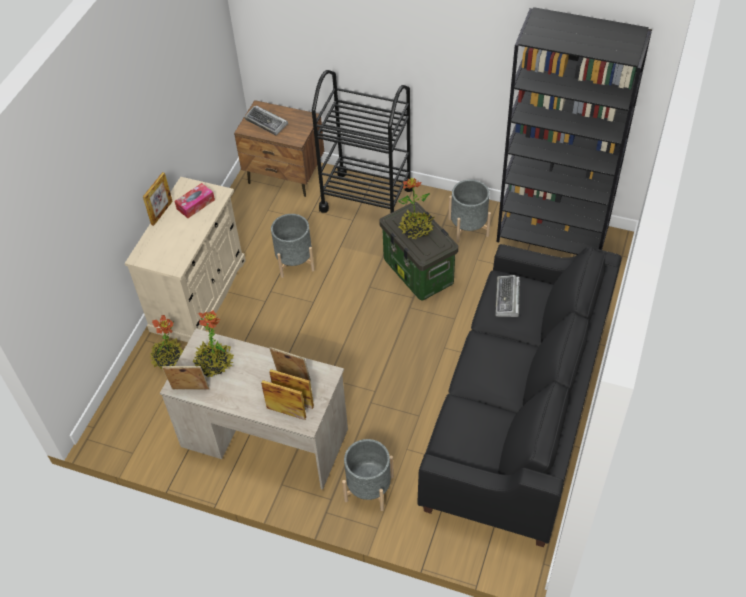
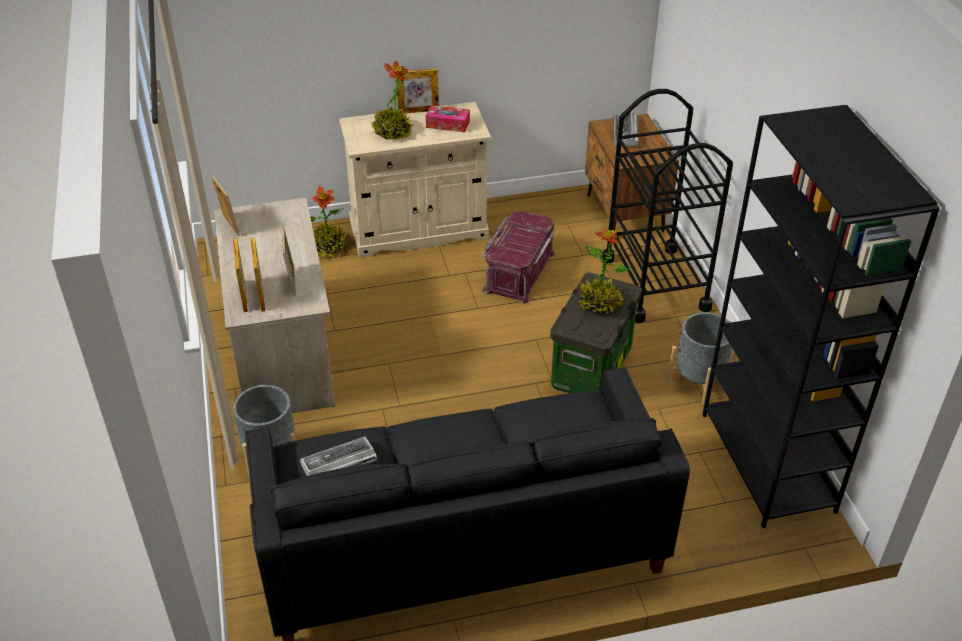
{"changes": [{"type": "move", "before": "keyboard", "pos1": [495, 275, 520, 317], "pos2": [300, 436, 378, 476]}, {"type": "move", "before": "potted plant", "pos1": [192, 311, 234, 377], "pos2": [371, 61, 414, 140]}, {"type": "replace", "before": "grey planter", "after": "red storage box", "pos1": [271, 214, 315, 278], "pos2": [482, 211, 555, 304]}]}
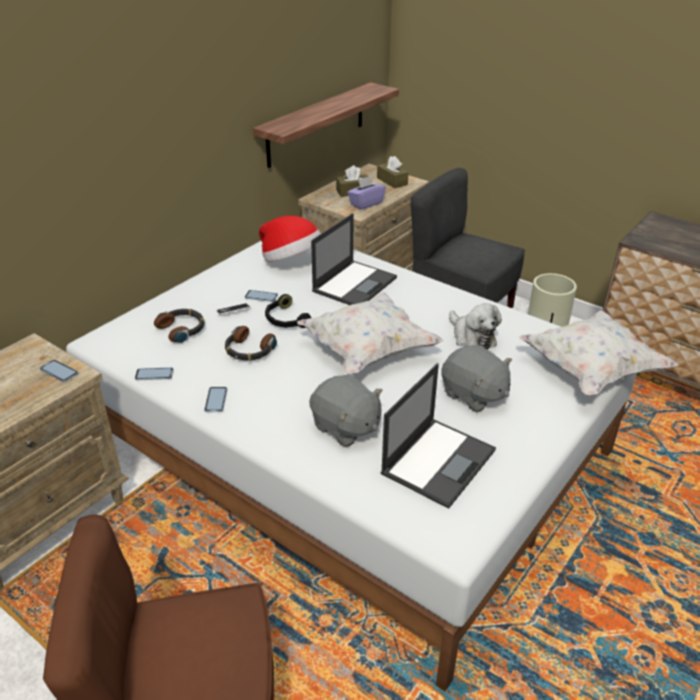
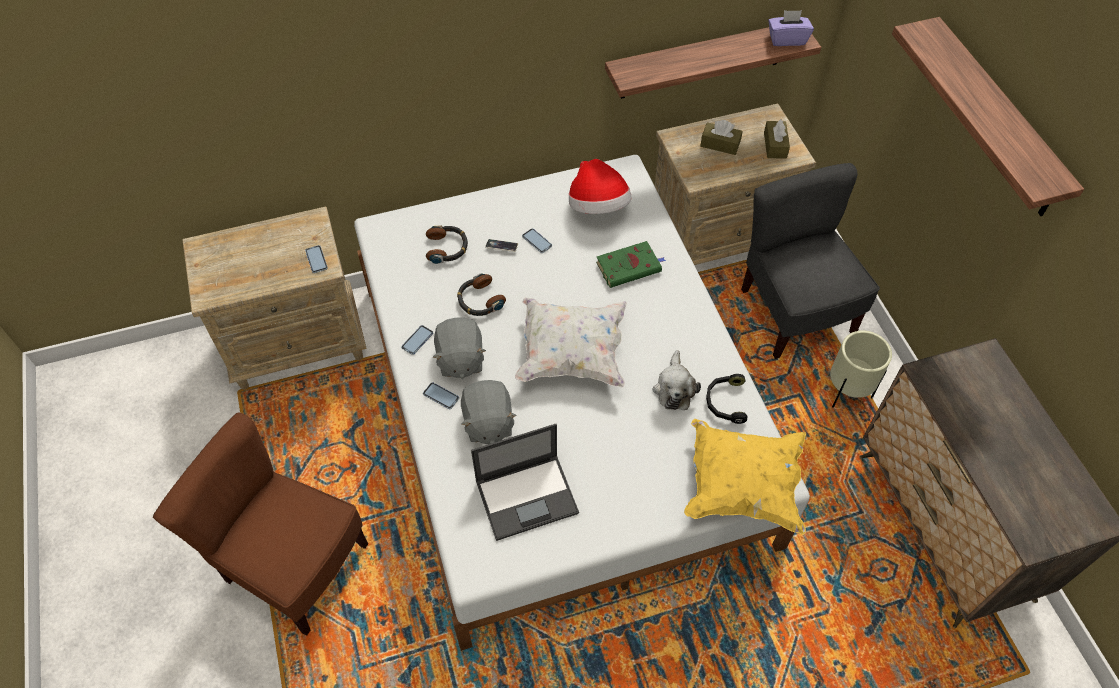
{"changes": [{"type": "move", "before": "phone", "pos1": [135, 367, 173, 380], "pos2": [423, 382, 459, 409]}, {"type": "move", "before": "grey plush toy", "pos1": [441, 345, 512, 412], "pos2": [433, 317, 486, 379]}, {"type": "replace", "before": "laptop", "after": "green book", "pos1": [311, 213, 397, 305], "pos2": [596, 241, 666, 288]}, {"type": "recolor", "before": "white pillow", "after": "yellow pillow", "pos1": [519, 310, 679, 395], "pos2": [684, 419, 806, 535]}, {"type": "move", "before": "black headphones", "pos1": [265, 294, 311, 328], "pos2": [706, 374, 747, 424]}, {"type": "move", "before": "purple tissue box", "pos1": [347, 176, 386, 210], "pos2": [768, 10, 814, 46]}, {"type": "insert", "after": "shelf", "pos2": [892, 17, 1084, 216]}]}
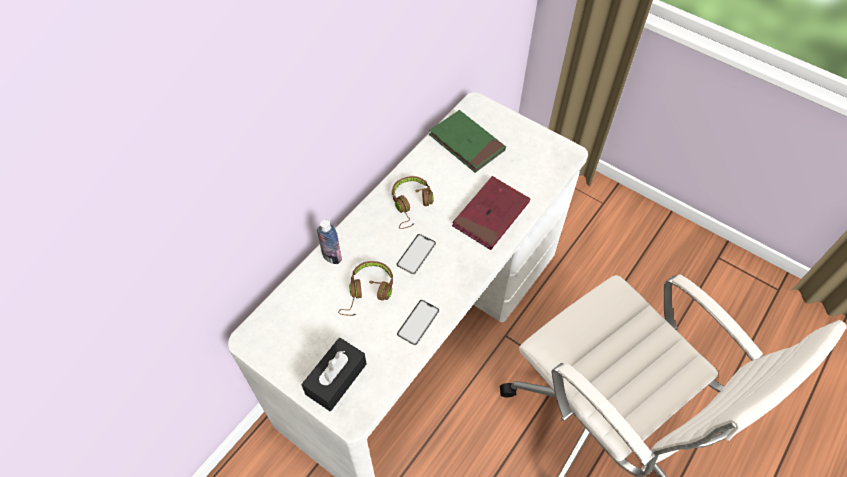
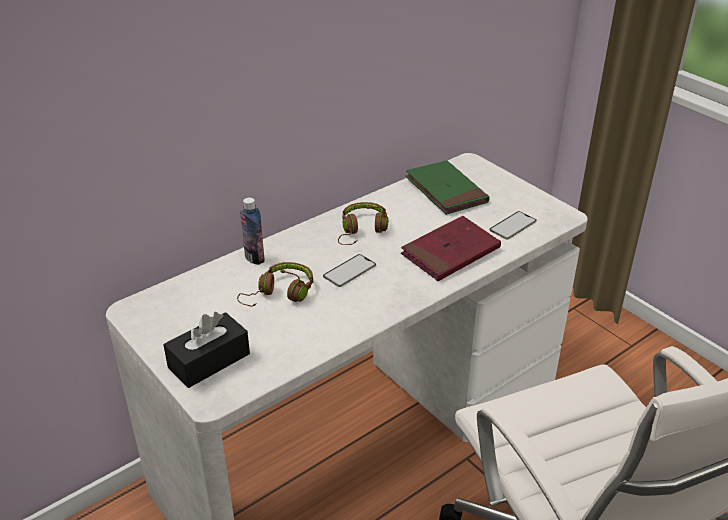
{"changes": [{"type": "move", "before": "phone", "pos1": [397, 300, 439, 345], "pos2": [490, 211, 537, 240]}]}
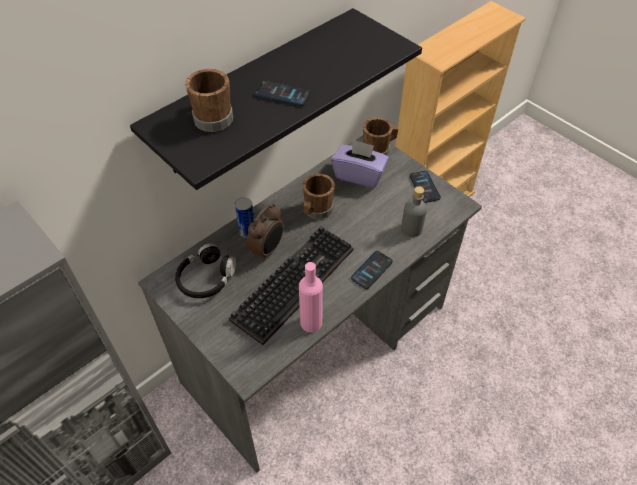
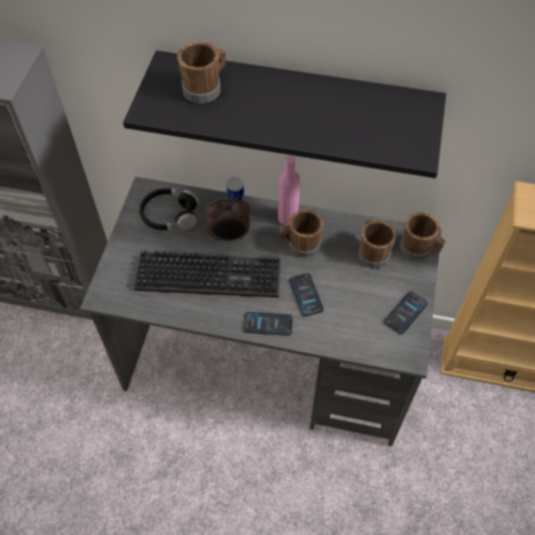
{"changes": [{"type": "move", "before": "pink bottle", "pos1": [299, 262, 323, 333], "pos2": [278, 156, 300, 226]}, {"type": "move", "before": "phone", "pos1": [254, 80, 311, 106], "pos2": [289, 273, 324, 317]}, {"type": "replace", "before": "purple tissue box", "after": "brown mug", "pos1": [331, 139, 389, 188], "pos2": [358, 219, 396, 269]}, {"type": "delete", "before": "grey bottle", "pos1": [401, 186, 427, 237]}]}
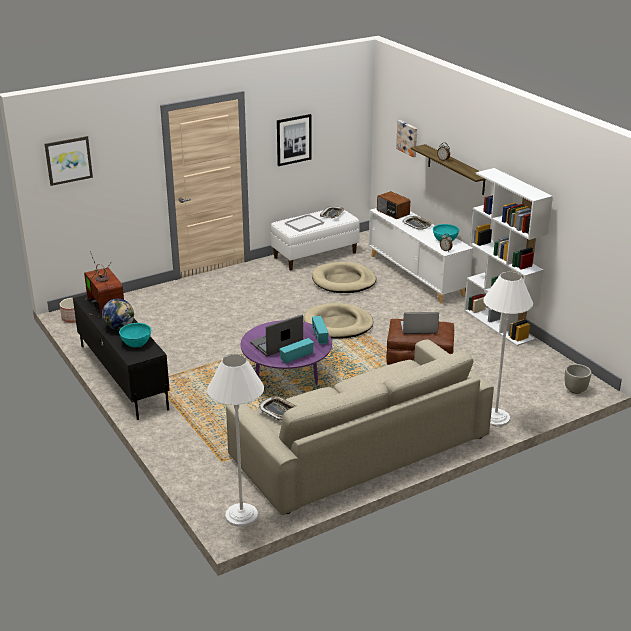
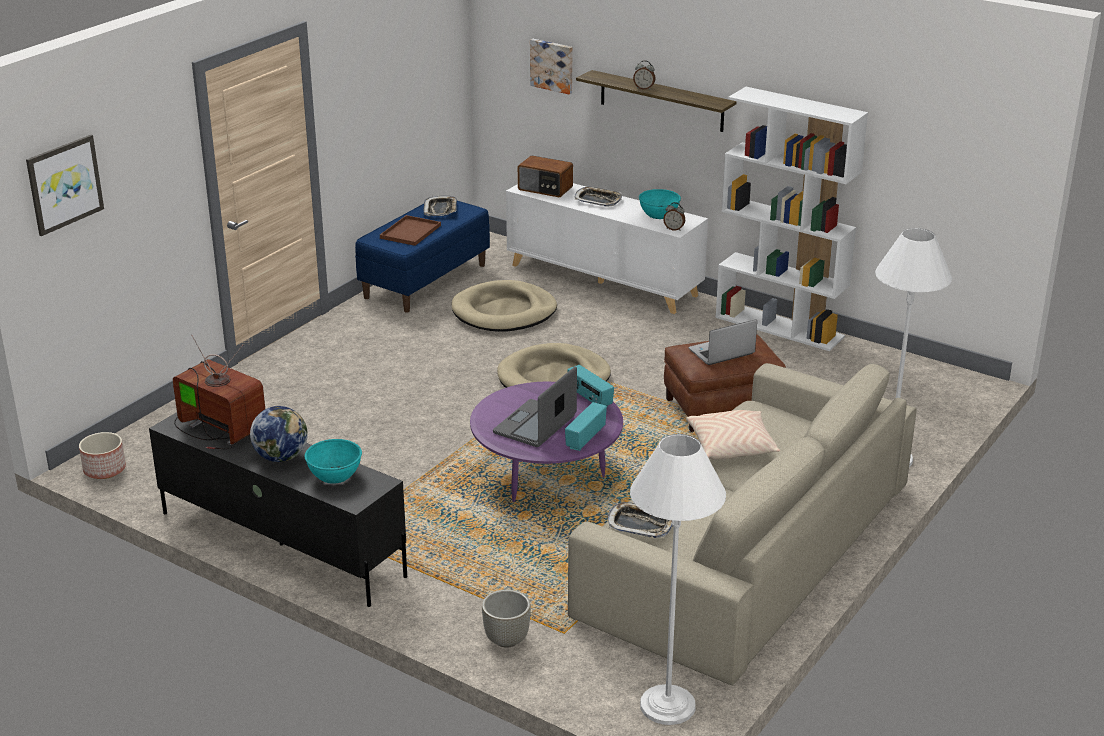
{"changes": [{"type": "recolor", "before": "white bench", "after": "blue bench", "pos1": [271, 210, 360, 270], "pos2": [355, 201, 490, 313]}, {"type": "recolor", "before": "white tray", "after": "brown tray", "pos1": [285, 214, 324, 232], "pos2": [380, 215, 441, 246]}, {"type": "move", "before": "grey planter", "pos1": [565, 364, 592, 394], "pos2": [482, 590, 531, 648]}, {"type": "insert", "after": "beige pillow", "pos2": [686, 410, 780, 460]}, {"type": "delete", "before": "picture", "pos1": [277, 114, 312, 166]}]}
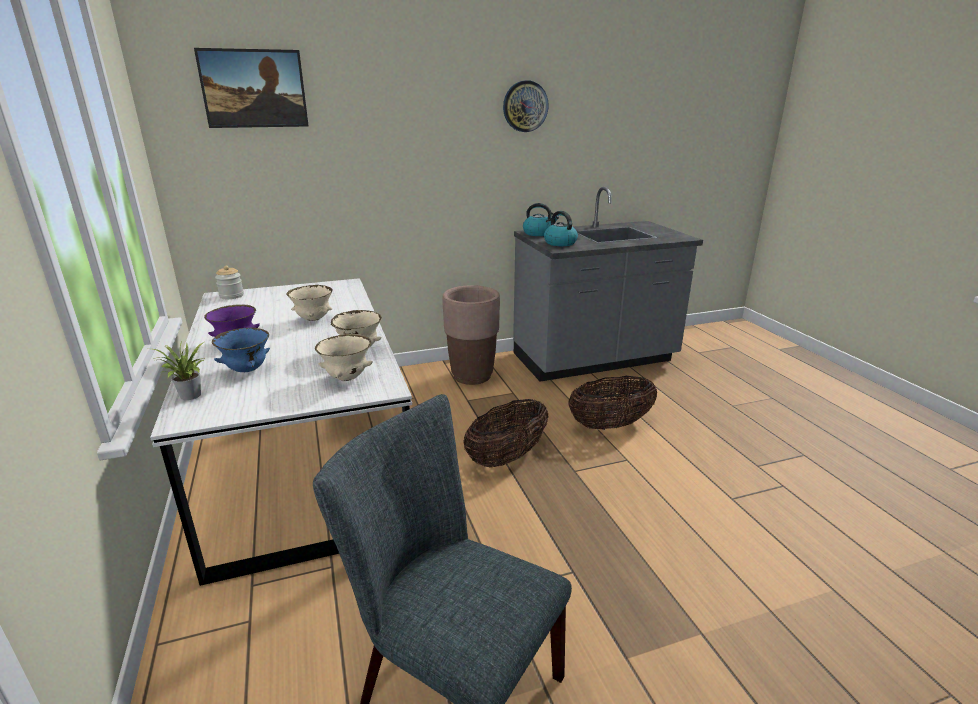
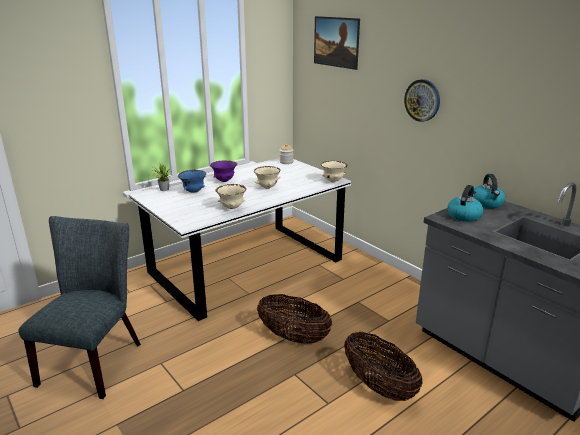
{"changes": [{"type": "move", "before": "beige bowl", "pos1": [315, 334, 373, 381], "pos2": [321, 161, 348, 182]}, {"type": "move", "before": "wall clock", "pos1": [503, 80, 549, 132], "pos2": [404, 79, 440, 122]}, {"type": "delete", "before": "brown planter", "pos1": [443, 285, 500, 385]}]}
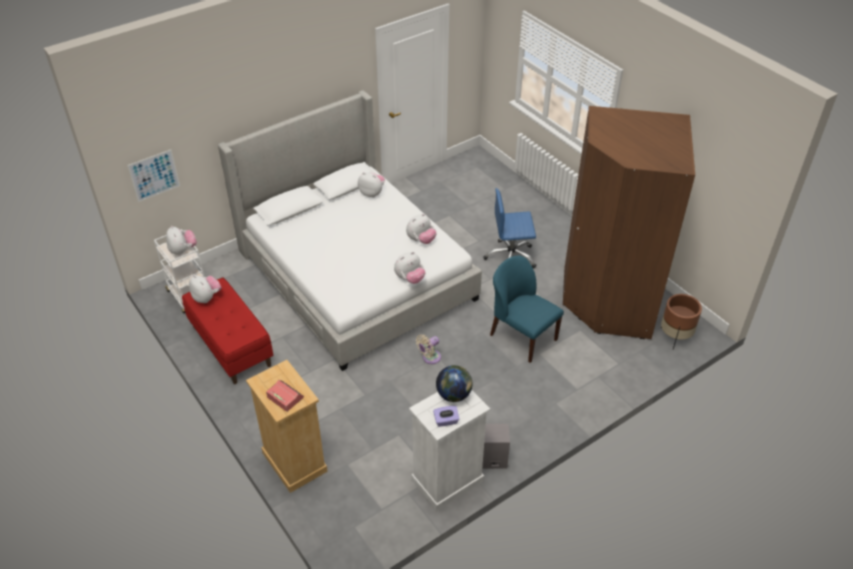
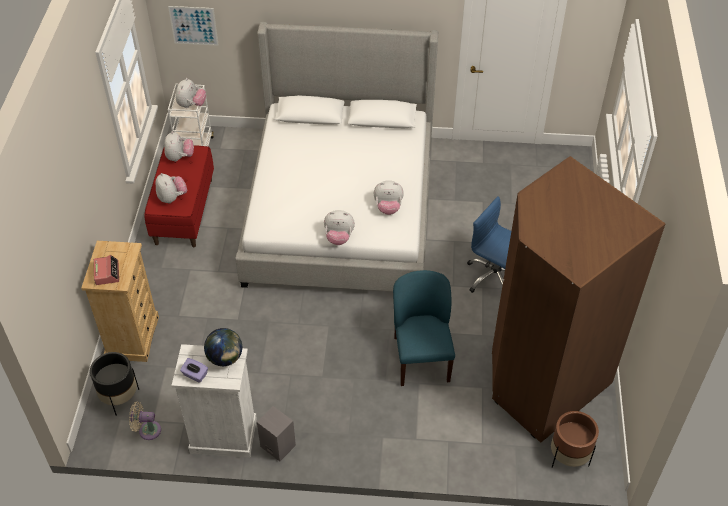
{"changes": [{"type": "insert", "after": "black planter", "pos2": [90, 352, 139, 416]}, {"type": "move", "before": "beige fan", "pos1": [416, 335, 441, 364], "pos2": [129, 402, 161, 440]}, {"type": "move", "before": "plush toy", "pos1": [358, 172, 385, 198], "pos2": [156, 173, 187, 203]}]}
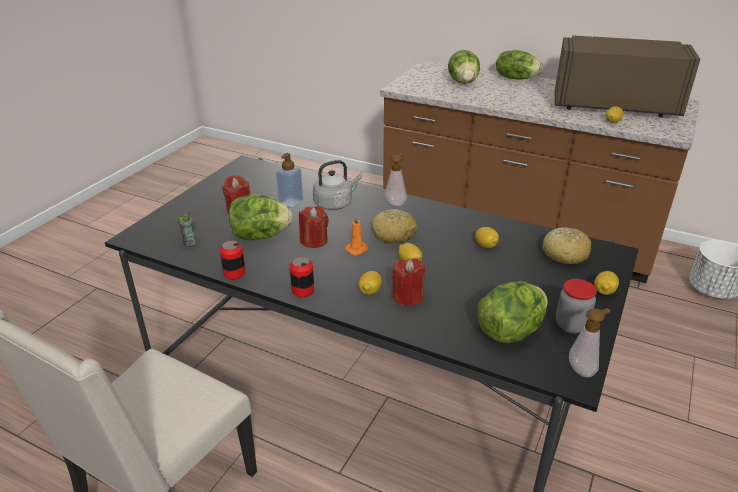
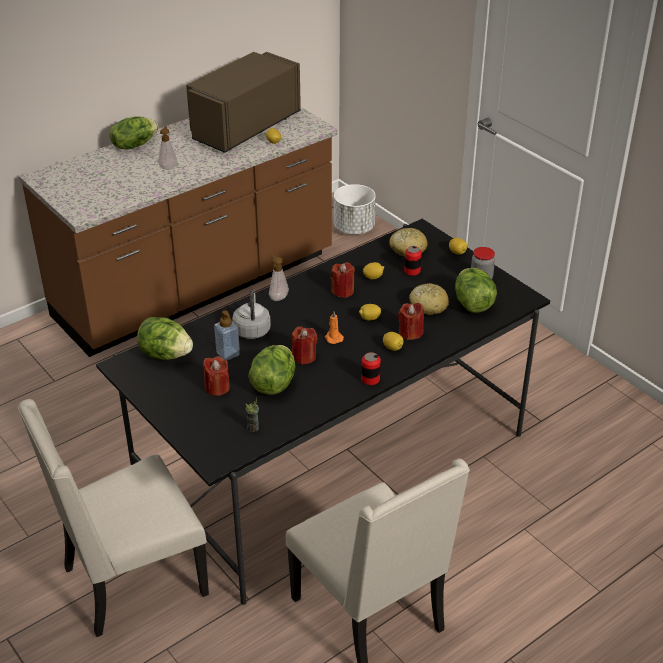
{"changes": [{"type": "insert", "after": "beige chair", "pos2": [17, 399, 209, 637]}, {"type": "move", "before": "lettuce", "pos1": [448, 50, 480, 84], "pos2": [137, 317, 193, 360]}, {"type": "move", "before": "soap dispenser", "pos1": [569, 308, 610, 377], "pos2": [158, 126, 178, 170]}, {"type": "insert", "after": "red candle", "pos2": [331, 263, 355, 298]}, {"type": "move", "before": "can", "pos1": [220, 241, 246, 280], "pos2": [404, 246, 422, 276]}, {"type": "move", "before": "bread", "pos1": [371, 209, 417, 243], "pos2": [409, 283, 449, 315]}]}
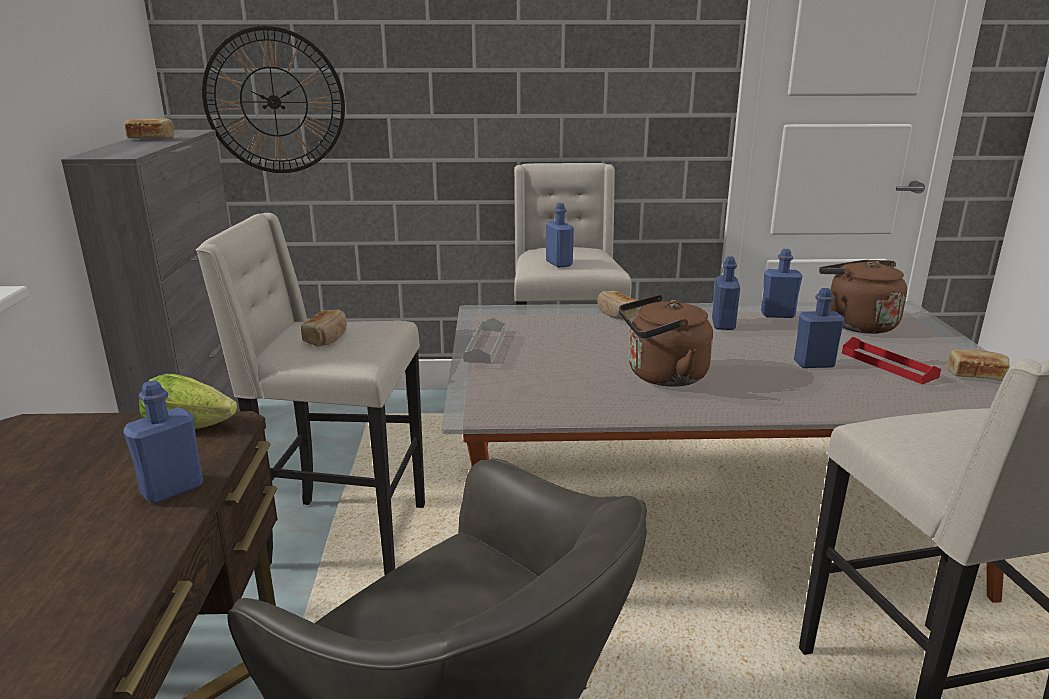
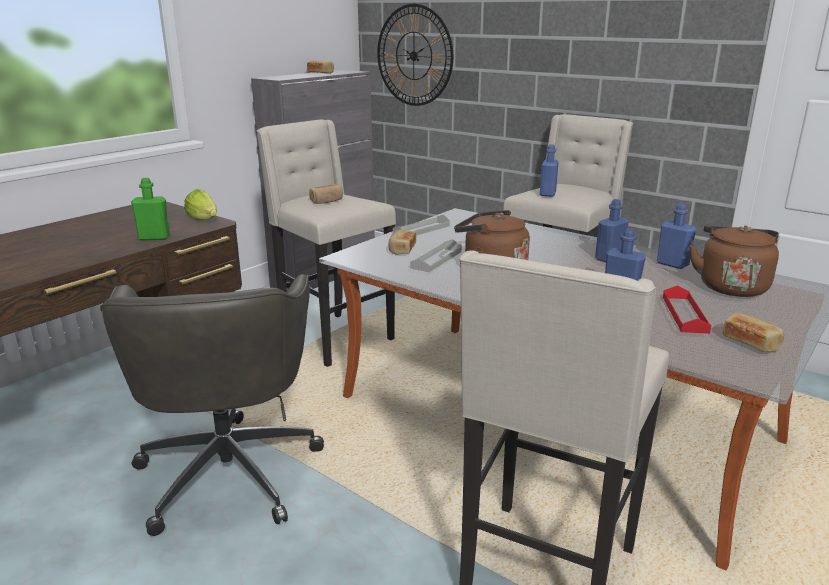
{"changes": [{"type": "recolor", "before": "blue bottle", "after": "green bottle", "pos1": [123, 380, 203, 503], "pos2": [131, 178, 170, 240]}, {"type": "move", "before": "bread", "pos1": [597, 291, 638, 320], "pos2": [388, 229, 416, 255]}, {"type": "insert", "after": "grey tray", "pos2": [410, 239, 462, 272]}]}
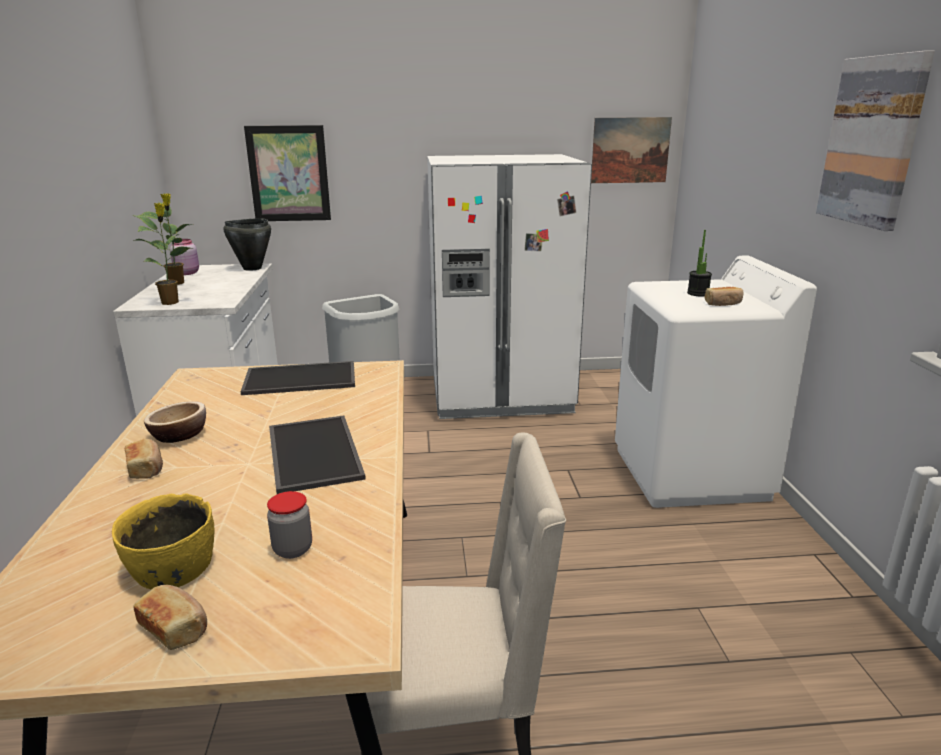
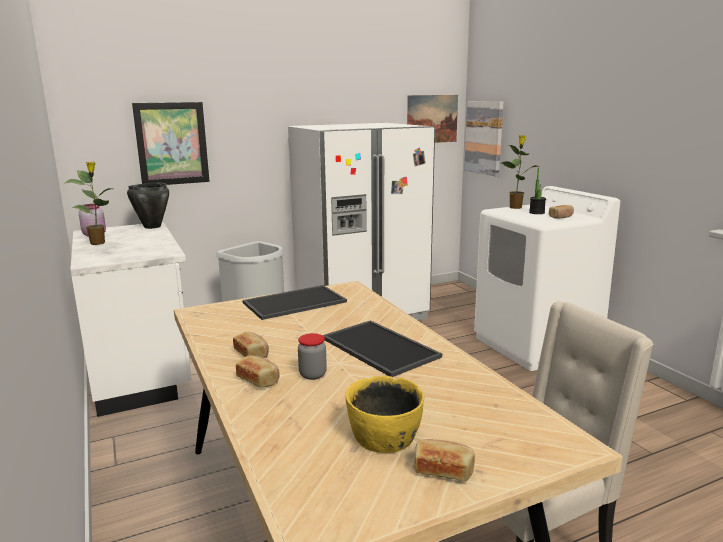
{"changes": [{"type": "replace", "before": "bowl", "after": "bread", "pos1": [144, 401, 206, 443], "pos2": [233, 332, 269, 358]}, {"type": "move", "before": "jar", "pos1": [267, 491, 312, 559], "pos2": [298, 333, 327, 380]}, {"type": "move", "before": "picture", "pos1": [816, 51, 935, 231], "pos2": [464, 101, 503, 176]}, {"type": "move", "before": "potted plant", "pos1": [133, 203, 189, 305], "pos2": [502, 135, 540, 209]}]}
